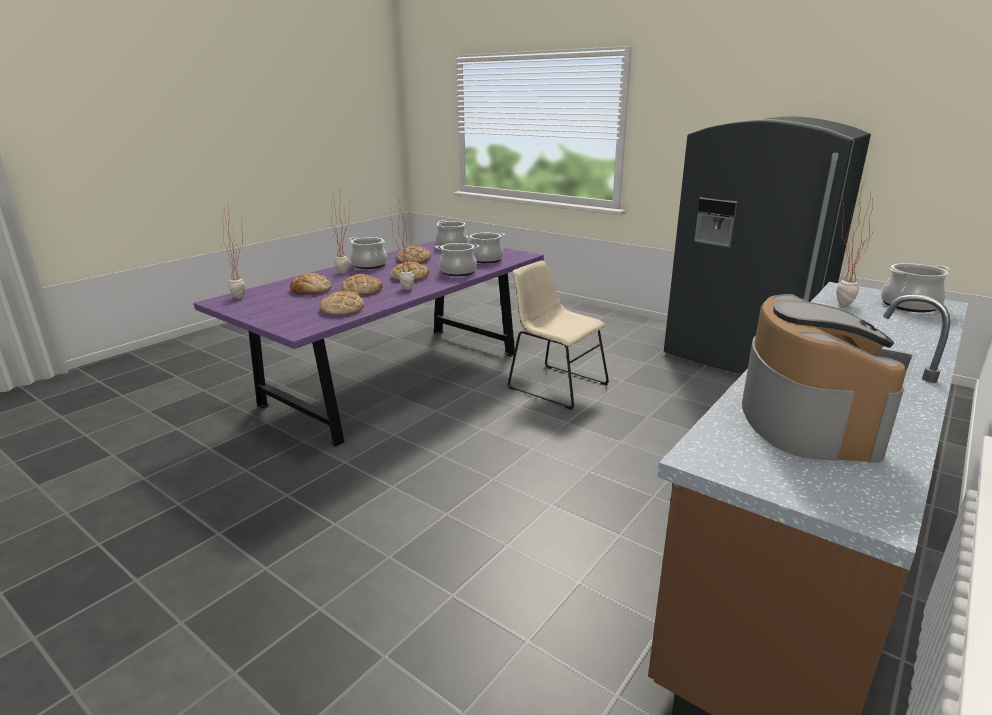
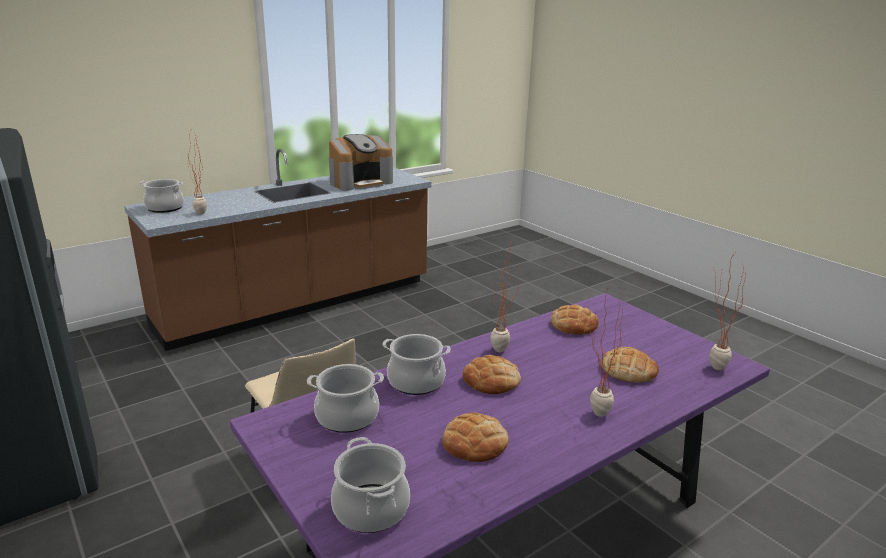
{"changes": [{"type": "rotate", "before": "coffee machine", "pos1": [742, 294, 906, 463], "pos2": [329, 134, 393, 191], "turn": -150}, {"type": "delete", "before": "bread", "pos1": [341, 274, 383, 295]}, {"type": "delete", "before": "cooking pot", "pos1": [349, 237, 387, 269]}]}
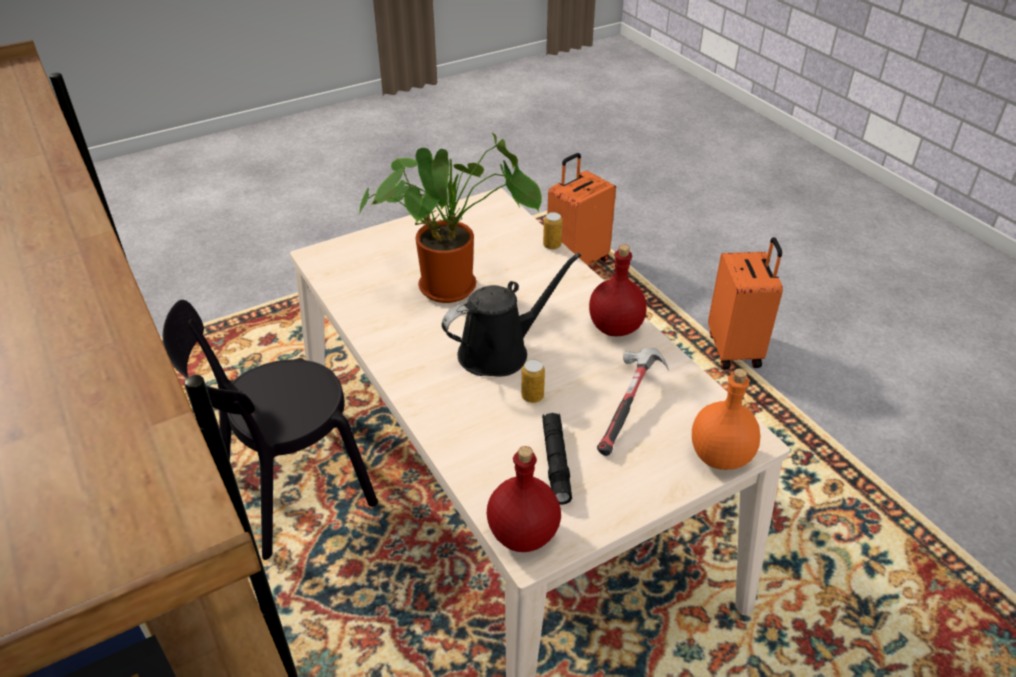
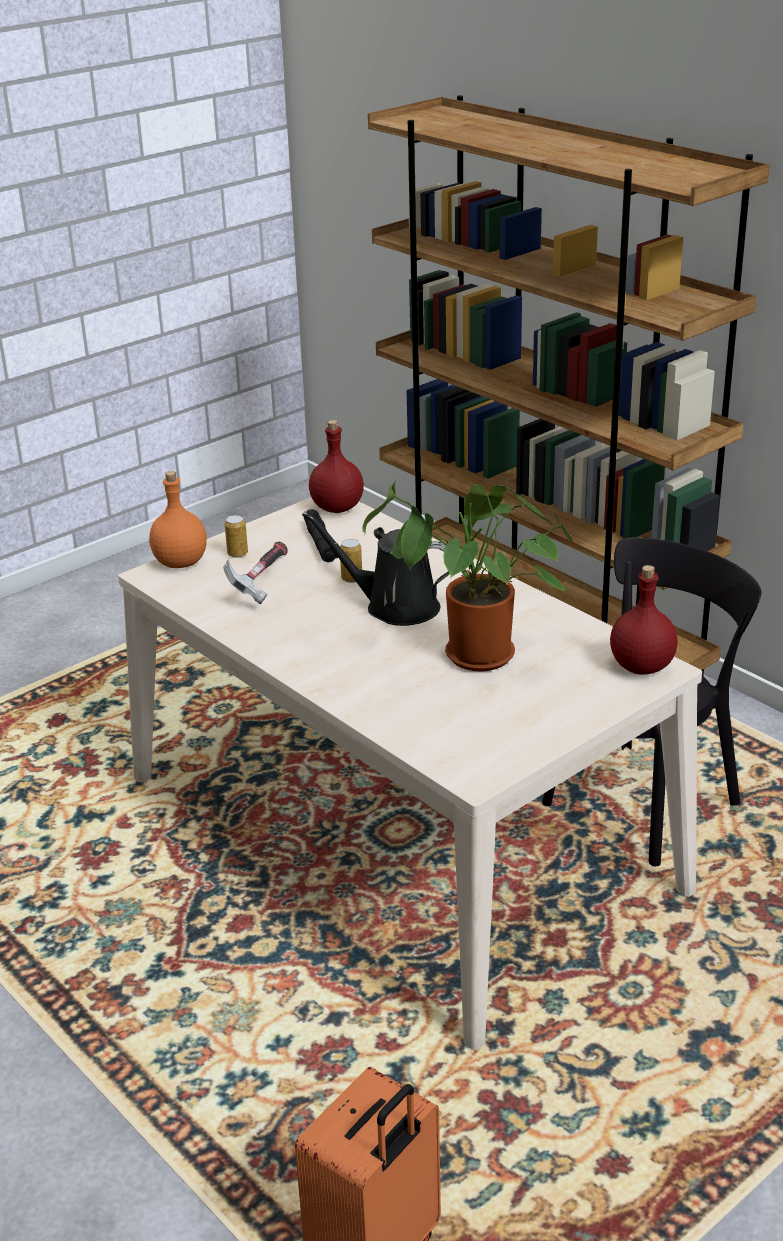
{"changes": [{"type": "move", "before": "can", "pos1": [543, 212, 563, 250], "pos2": [225, 515, 248, 558]}, {"type": "rotate", "before": "black watering can", "pos1": [442, 253, 581, 377], "pos2": [302, 512, 450, 626], "turn": 60}, {"type": "move", "before": "red bottle", "pos1": [589, 244, 647, 336], "pos2": [610, 565, 678, 675]}, {"type": "delete", "before": "orange suitcase", "pos1": [708, 237, 783, 369]}]}
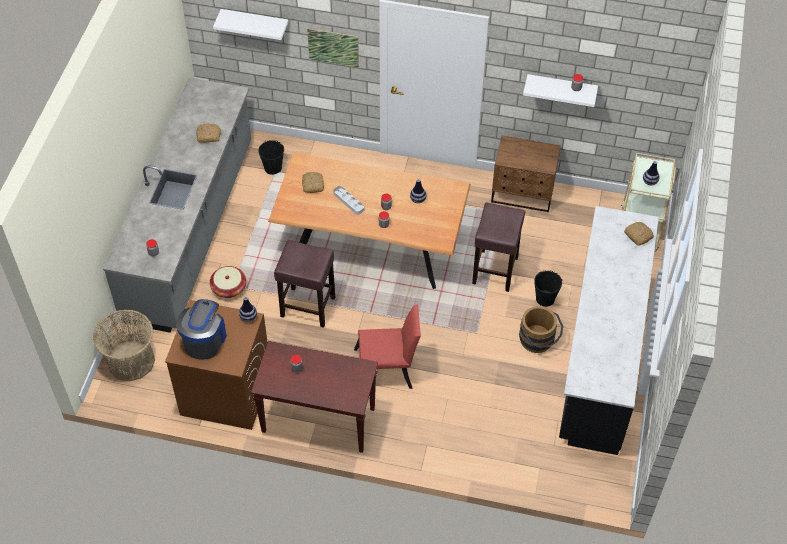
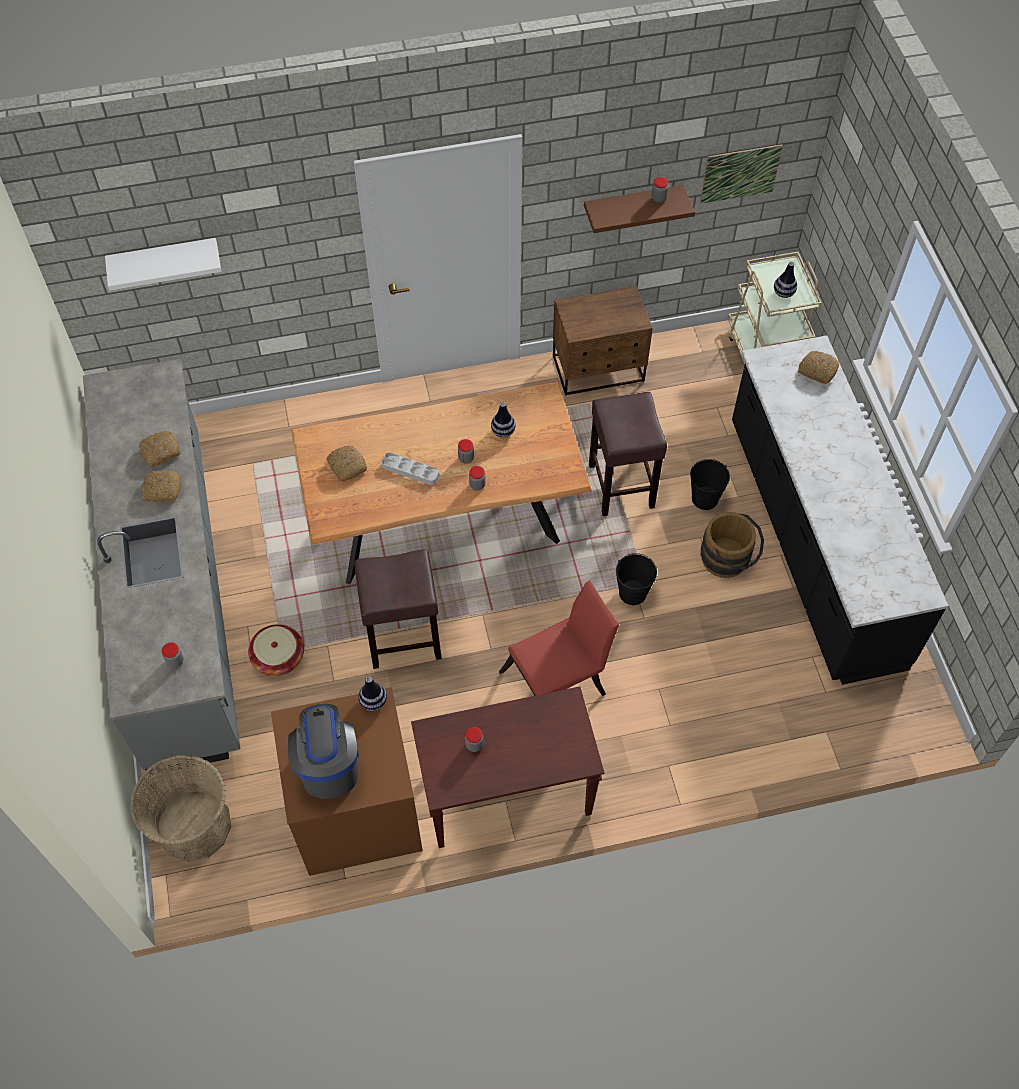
{"changes": [{"type": "insert", "after": "bread", "pos2": [141, 470, 181, 501]}, {"type": "recolor", "before": "white shelf", "after": "brown shelf", "pos1": [523, 74, 598, 107], "pos2": [584, 185, 695, 233]}, {"type": "move", "before": "black bucket", "pos1": [258, 140, 284, 175], "pos2": [616, 553, 657, 605]}, {"type": "move", "before": "picture", "pos1": [307, 28, 359, 67], "pos2": [700, 144, 783, 204]}]}
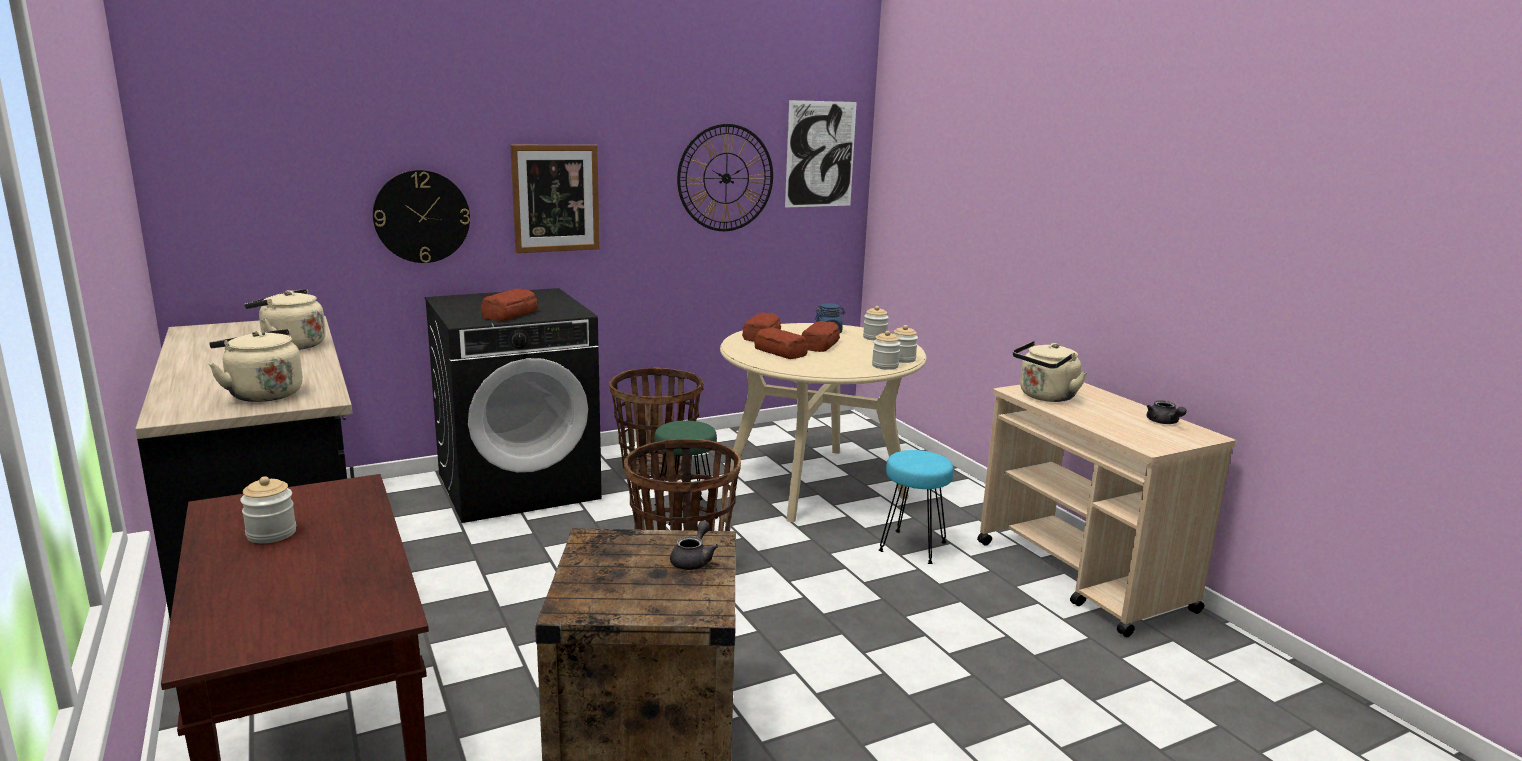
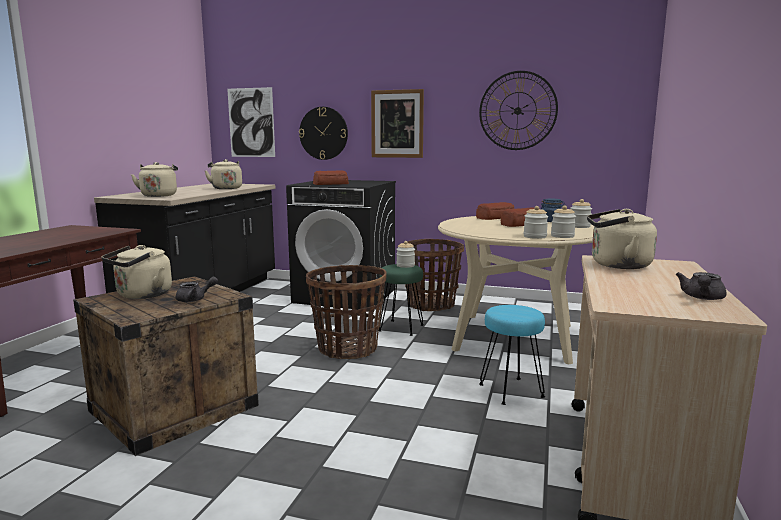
{"changes": [{"type": "insert", "after": "beige kettle", "pos2": [102, 245, 172, 299]}, {"type": "move", "before": "picture", "pos1": [785, 100, 857, 208], "pos2": [227, 87, 275, 157]}, {"type": "move", "before": "jar", "pos1": [240, 476, 296, 544], "pos2": [396, 241, 415, 268]}, {"type": "delete", "before": "bread", "pos1": [754, 327, 808, 359]}]}
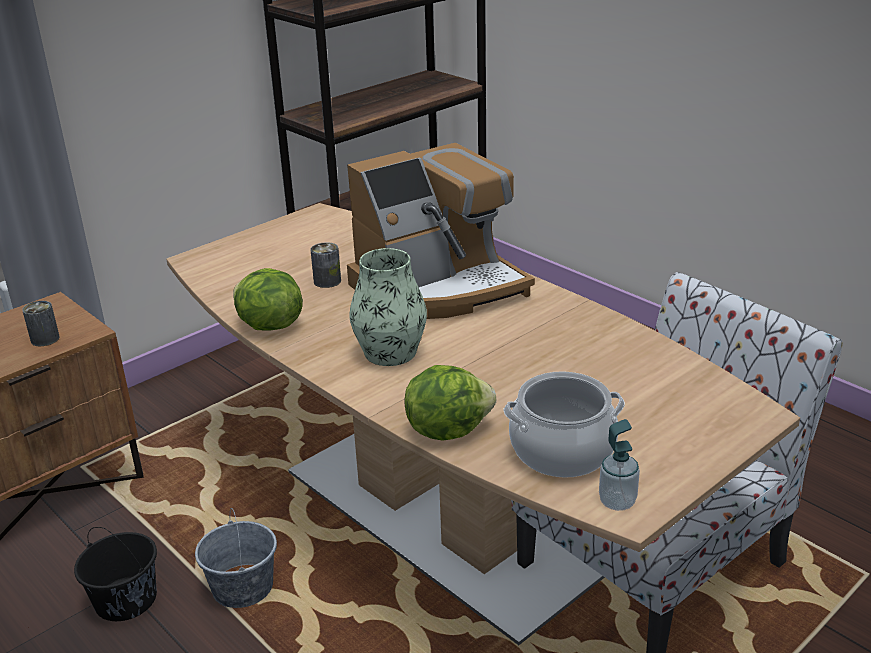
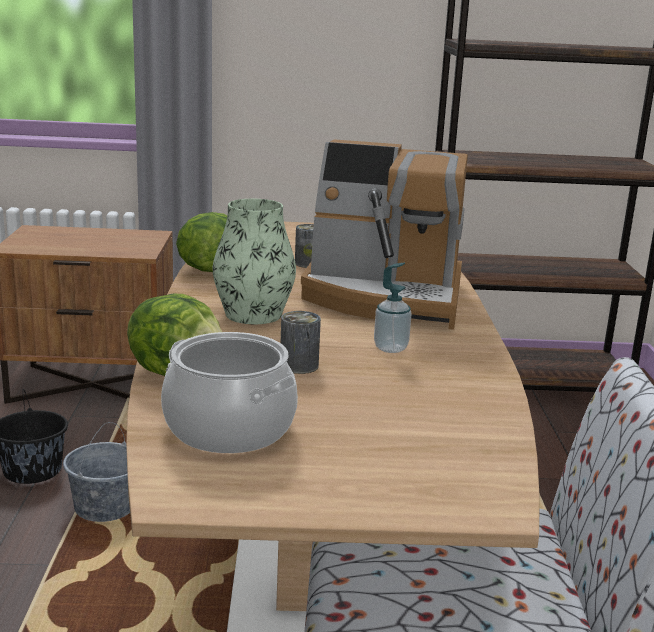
{"changes": [{"type": "move", "before": "can", "pos1": [22, 301, 60, 346], "pos2": [281, 311, 321, 374]}, {"type": "move", "before": "soap dispenser", "pos1": [599, 419, 640, 511], "pos2": [374, 263, 411, 353]}]}
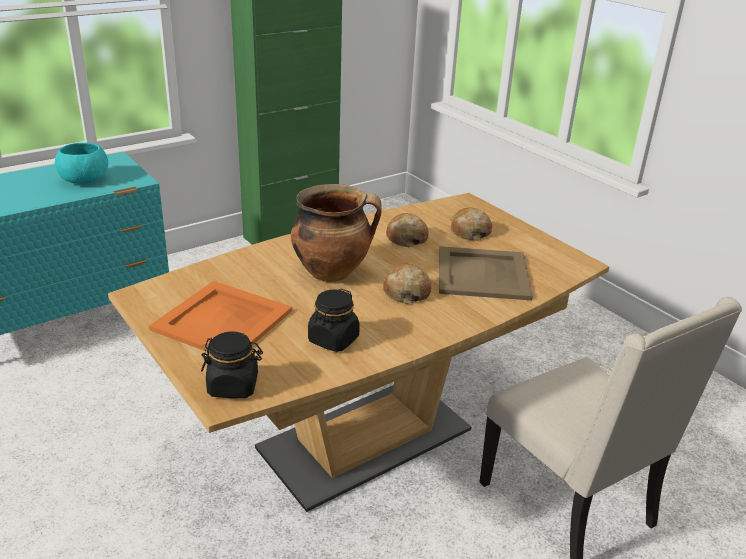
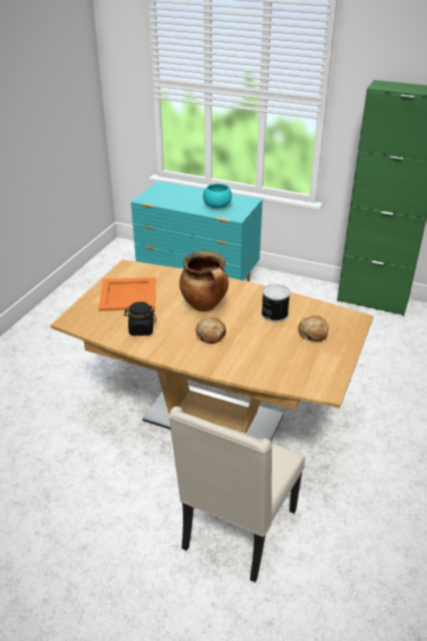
{"changes": [{"type": "replace", "before": "bread", "after": "can", "pos1": [386, 213, 429, 247], "pos2": [261, 284, 290, 322]}, {"type": "delete", "before": "black jar", "pos1": [201, 331, 263, 398]}, {"type": "delete", "before": "beige tray", "pos1": [439, 246, 533, 301]}]}
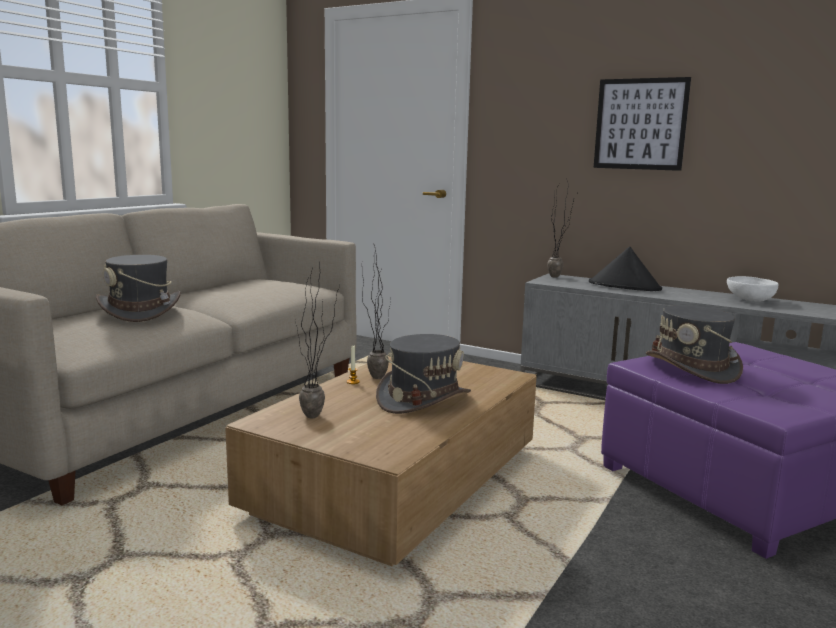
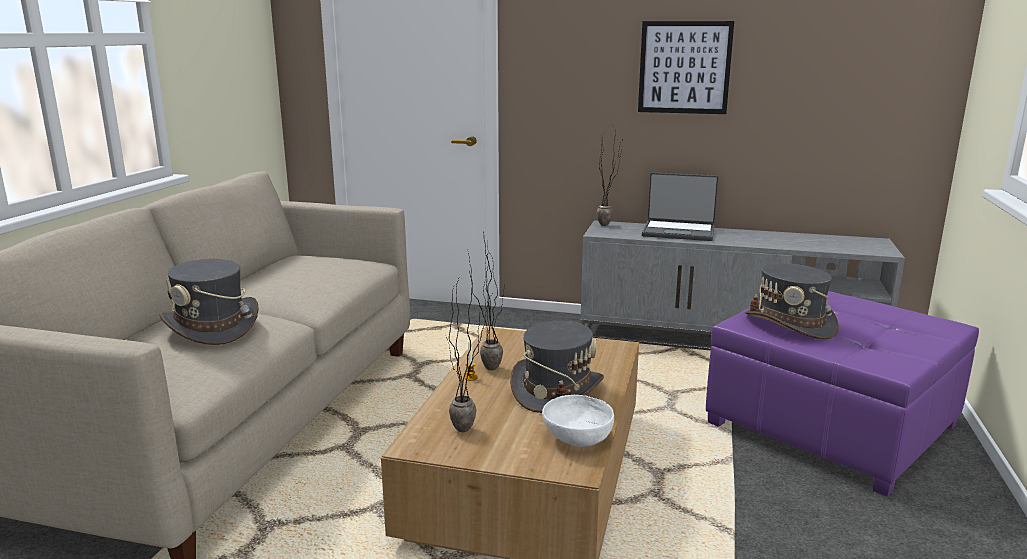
{"changes": [{"type": "move", "before": "white bowl", "pos1": [727, 276, 778, 302], "pos2": [542, 395, 614, 447]}, {"type": "replace", "before": "black hat", "after": "laptop", "pos1": [589, 247, 662, 291], "pos2": [642, 172, 718, 241]}]}
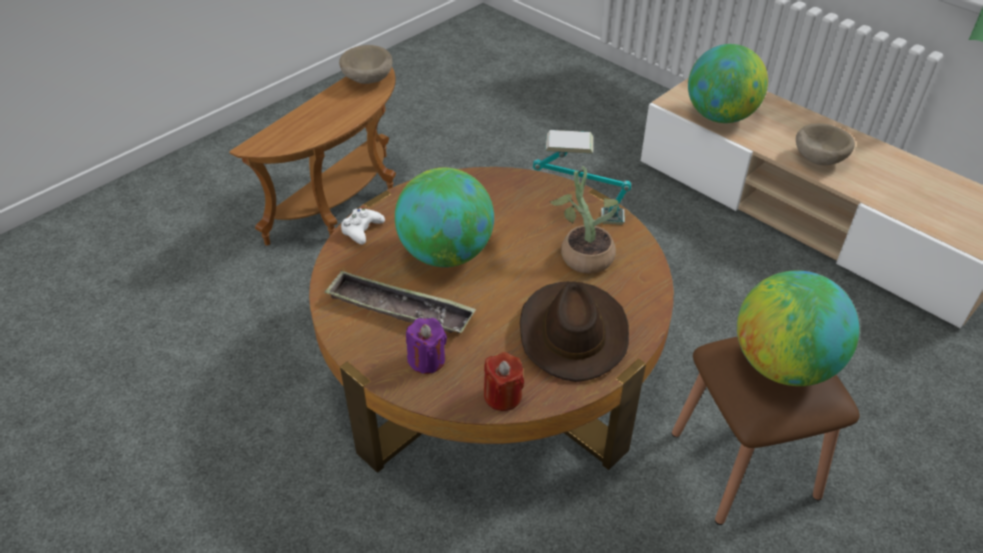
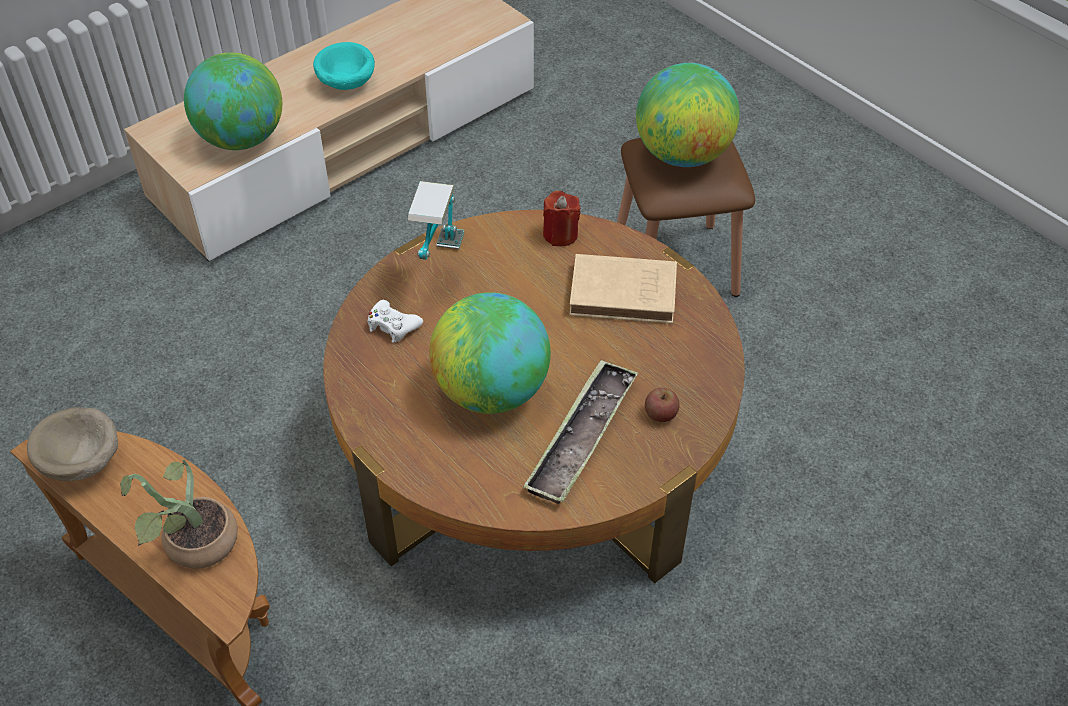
{"changes": [{"type": "move", "before": "potted plant", "pos1": [549, 166, 619, 274], "pos2": [120, 460, 238, 569]}, {"type": "recolor", "before": "beige bowl", "after": "turquoise bowl", "pos1": [796, 123, 855, 165], "pos2": [313, 42, 375, 90]}, {"type": "move", "before": "white game controller", "pos1": [341, 207, 385, 244], "pos2": [367, 300, 423, 343]}, {"type": "move", "before": "red candle", "pos1": [484, 352, 524, 411], "pos2": [543, 191, 580, 246]}, {"type": "replace", "before": "brown hat", "after": "beige book", "pos1": [520, 281, 629, 382], "pos2": [569, 254, 677, 324]}, {"type": "replace", "before": "purple candle", "after": "apple", "pos1": [406, 318, 447, 374], "pos2": [645, 388, 680, 422]}]}
